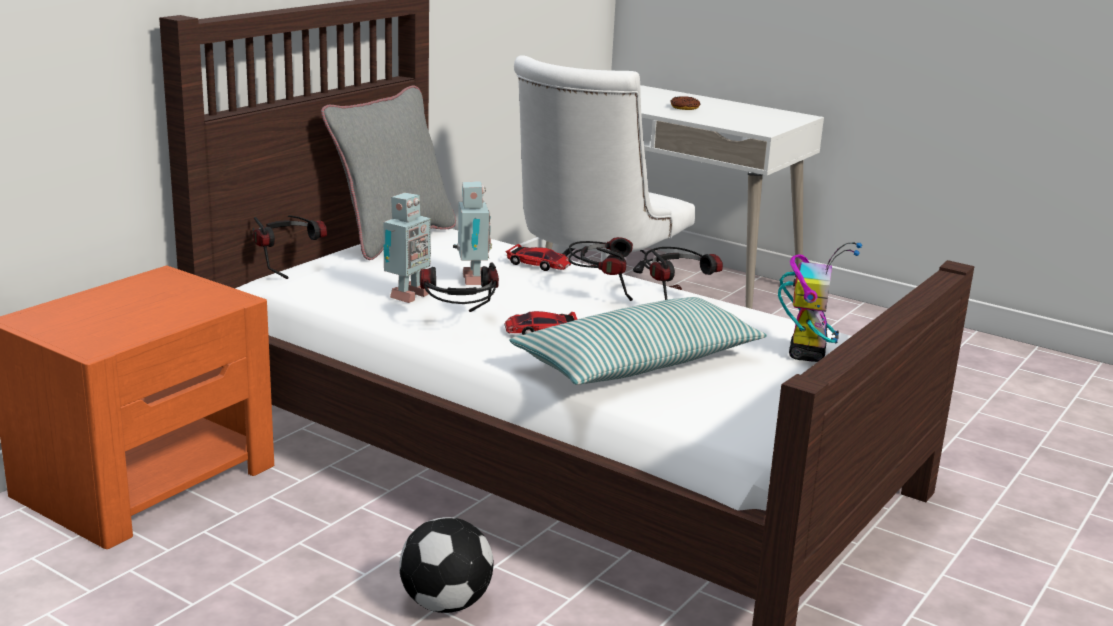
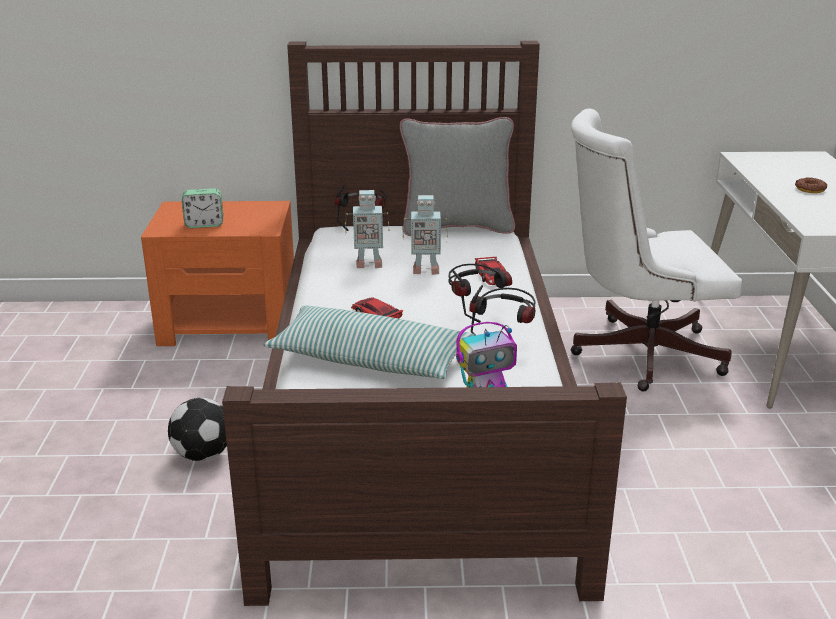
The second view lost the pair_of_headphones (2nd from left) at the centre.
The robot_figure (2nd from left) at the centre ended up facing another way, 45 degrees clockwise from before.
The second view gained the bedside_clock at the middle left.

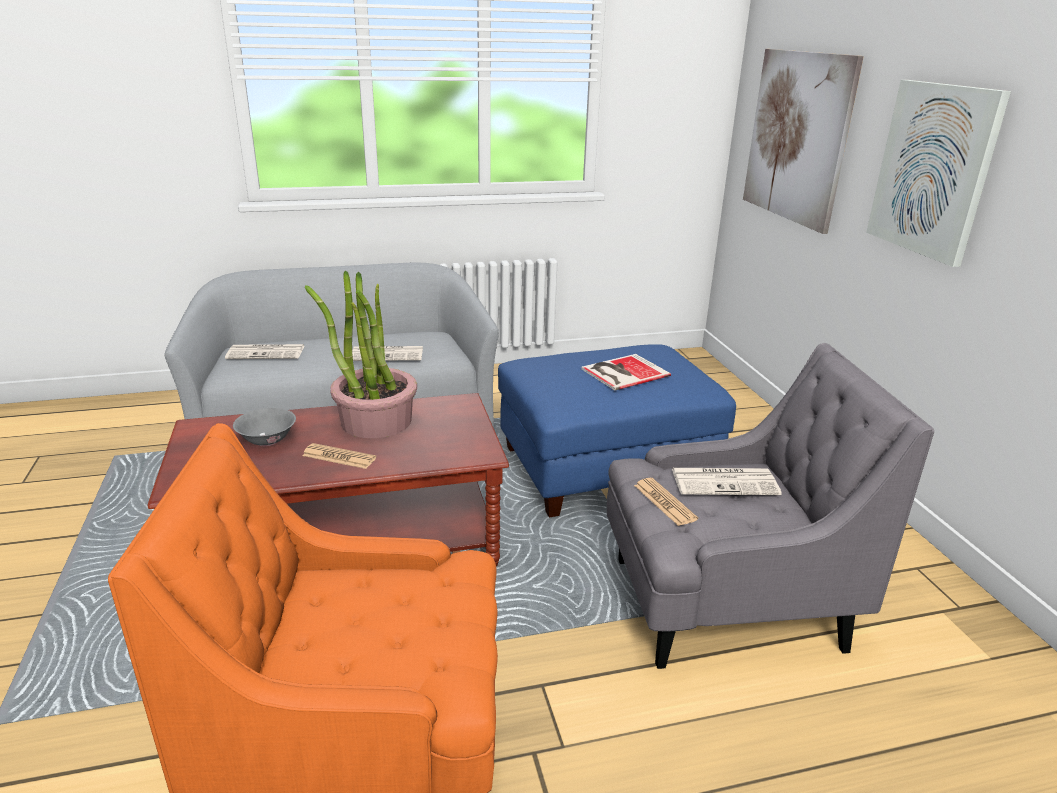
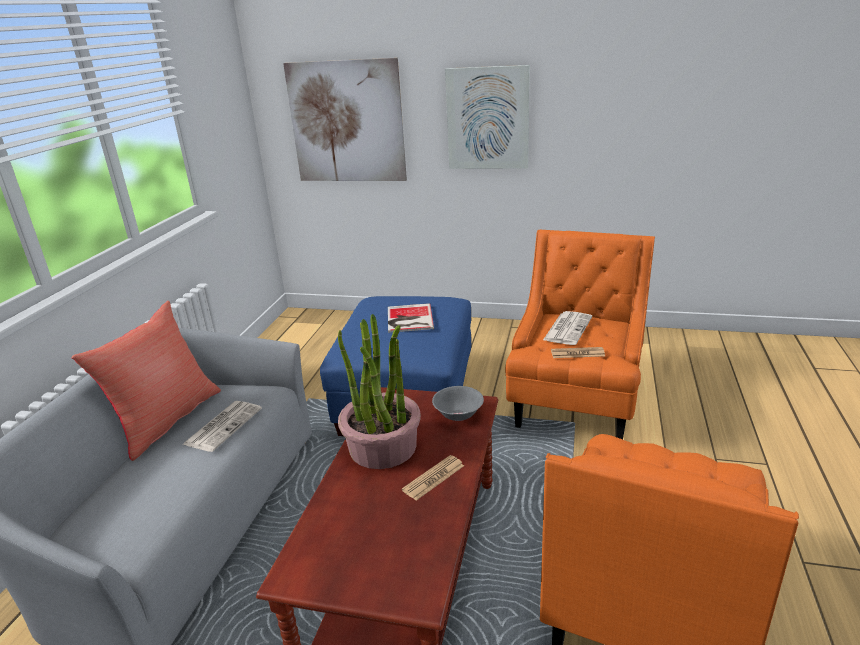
The second view lost the daily_paper (1st from left) at the middle left.
The grey_deep_dish ended up elsewhere, having gone from the middle left to the centre.
What was the grey_armchair at the middle right turned into the orangey_armchair (1st from left) at the middle right.
The second view gained the red_throw_pillow at the middle left.

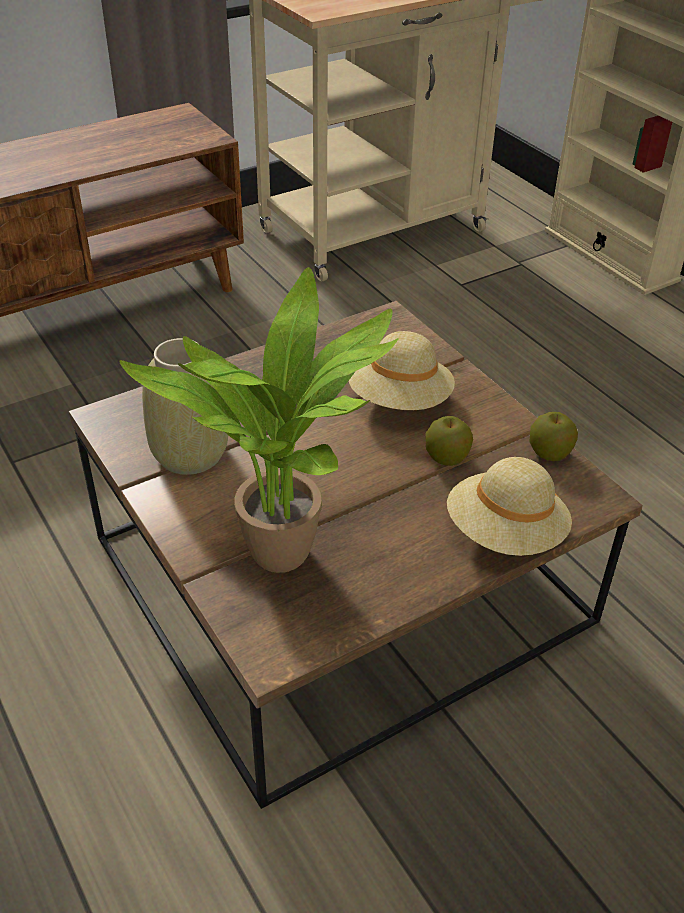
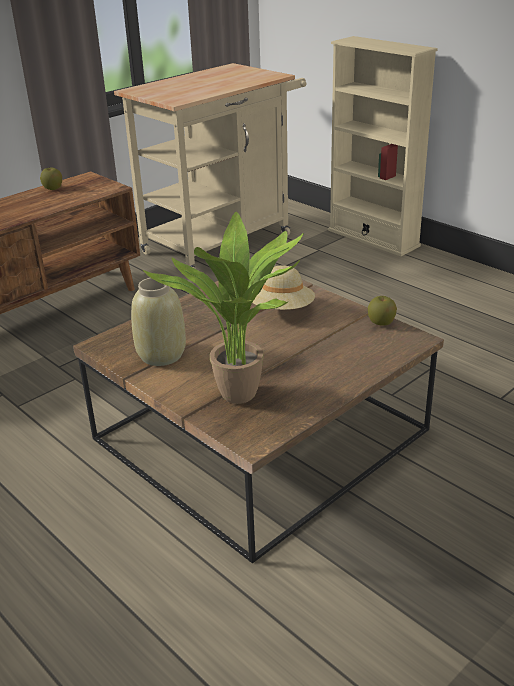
The apple (1st from left) ended up elsewhere, having gone from the centre to the top left.
The second view lost the sand-coloured_hat (2nd from left) at the middle right.

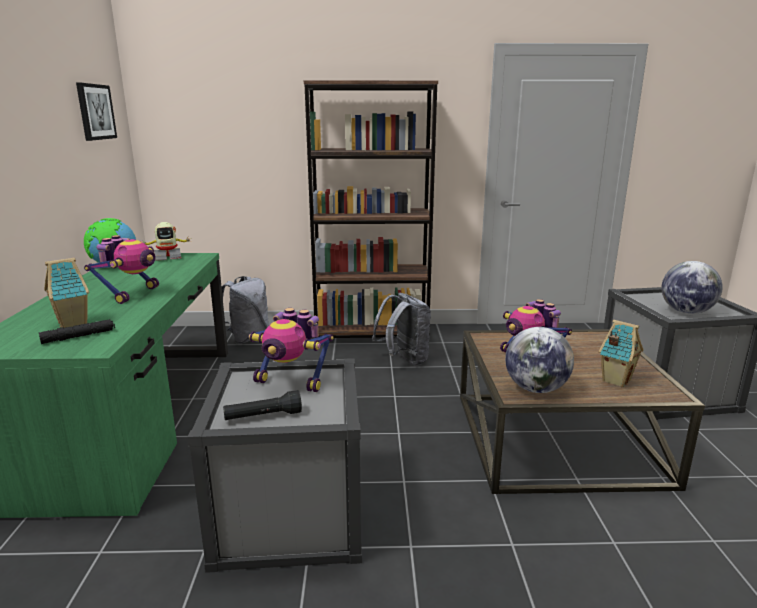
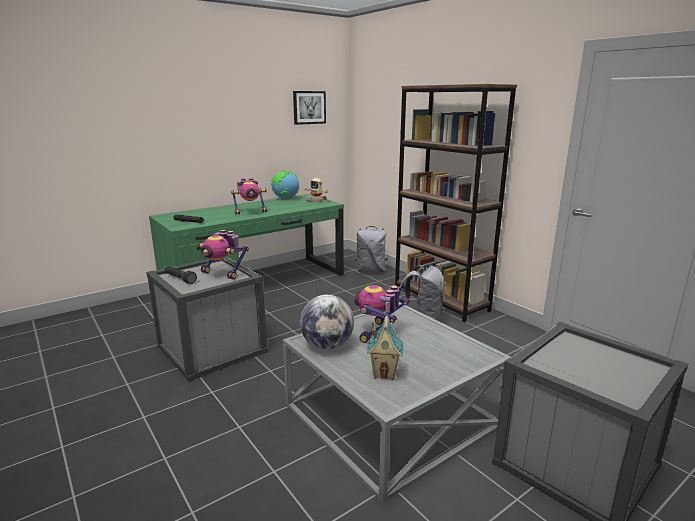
The second view lost the toy_house (1st from left) at the middle left.
The robot_figure (3rd from left in the first image) at the centre ended up facing another way, 45 degrees counterclockwise from before.
What was the brown-coloured_lounge_table at the bottom right turned into the grey_lounge_table at the bottom centre.
The second view lost the globe (3rd from left) at the middle right.

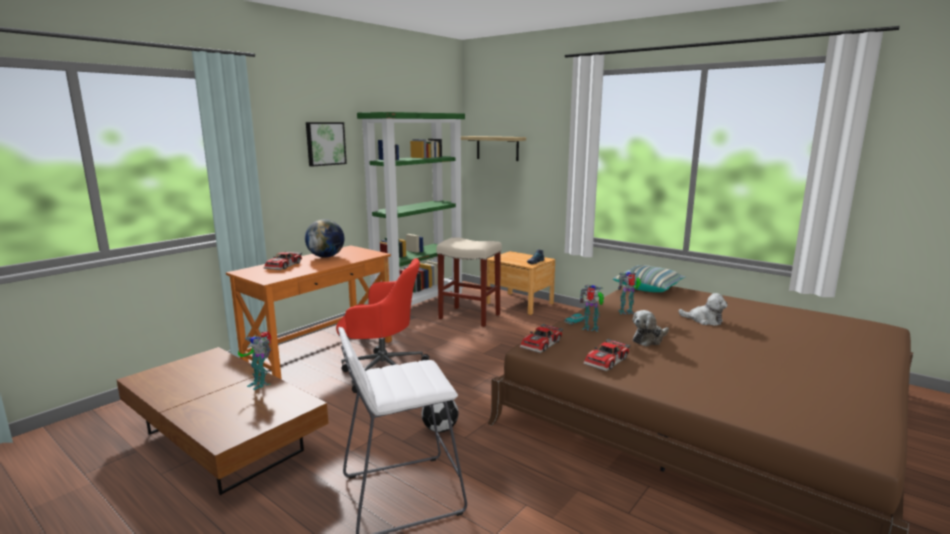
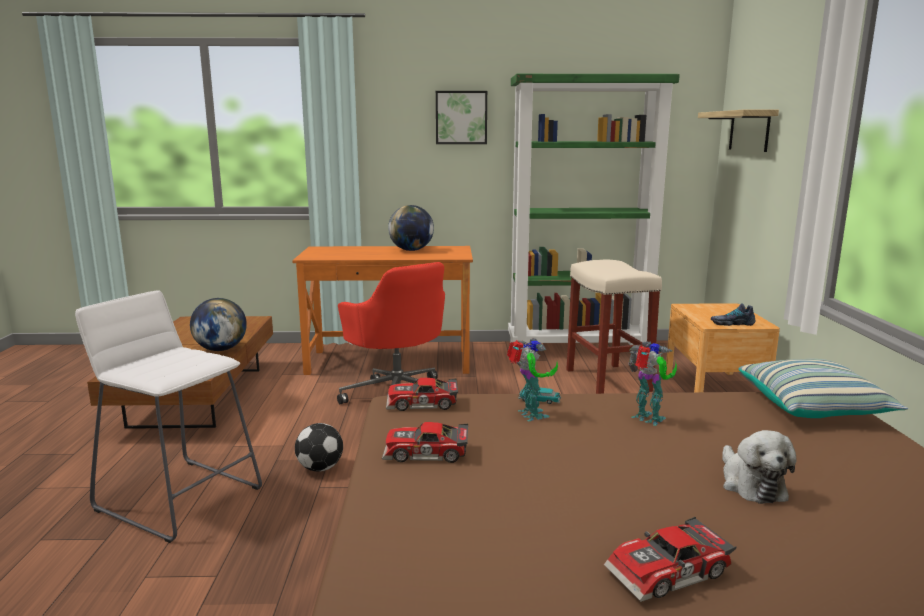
Where the robot_figure (1st from left) stood at the bottom left, the globe (1st from left) came to stand at the middle left.
The model_car (1st from left in the first image) ended up elsewhere, having gone from the middle left to the bottom right.
The second view lost the cuddly_toy (1st from left) at the middle right.

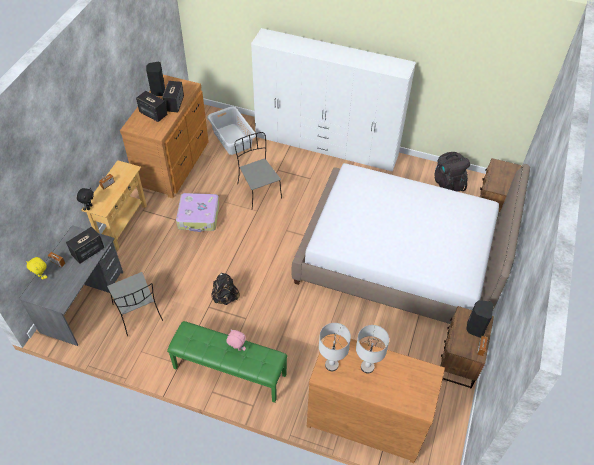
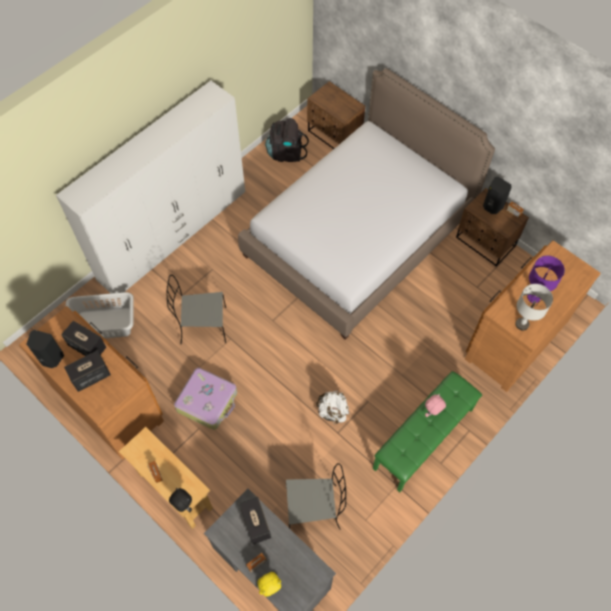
What was the black-coloured_rucksack (1st from left) at the centre turned into the whitish_rucksack at the centre.
What was the grey_tabletop_lamp (2nd from left) at the bottom centre turned into the purplish_tabletop_lamp at the middle right.

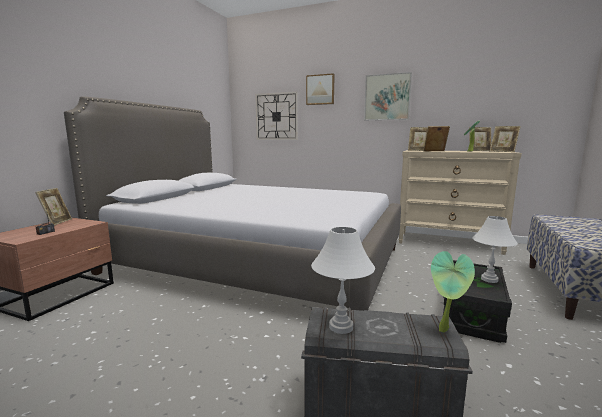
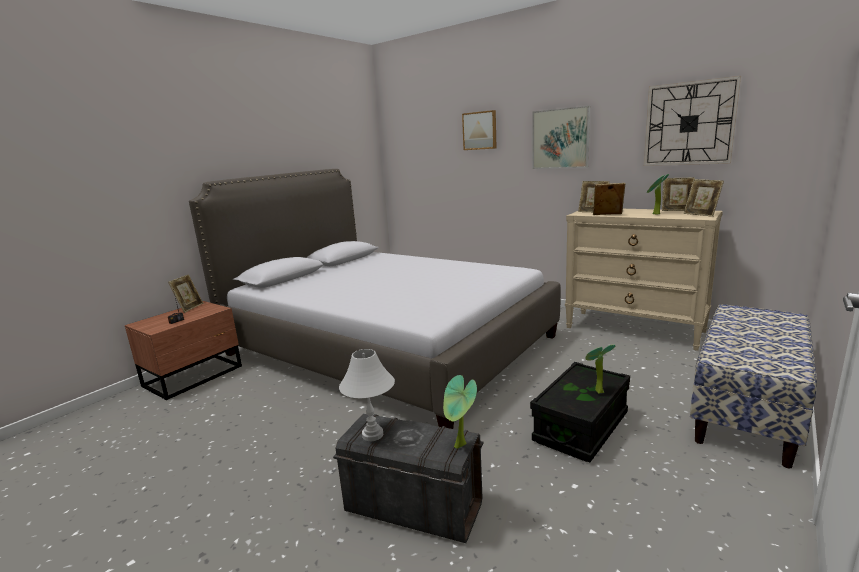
The clock_on_the_wall ended up elsewhere, having gone from the top centre to the top right.
Where the whitish_tabletop_lamp (2nd from left) stood at the middle right, the plant_in_a_pot (2nd from left) came to stand at the middle right.

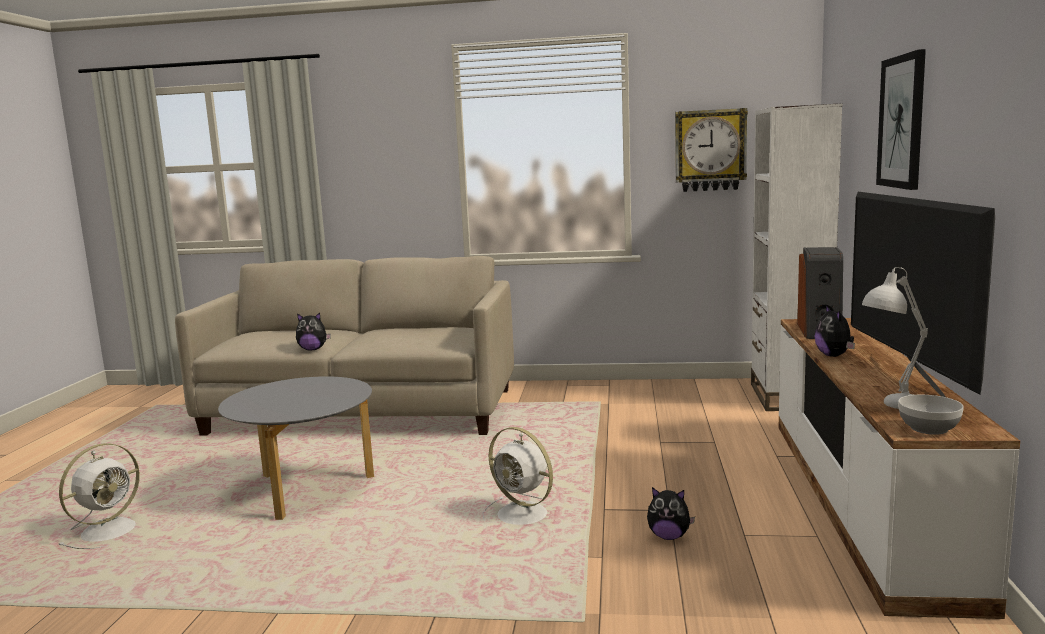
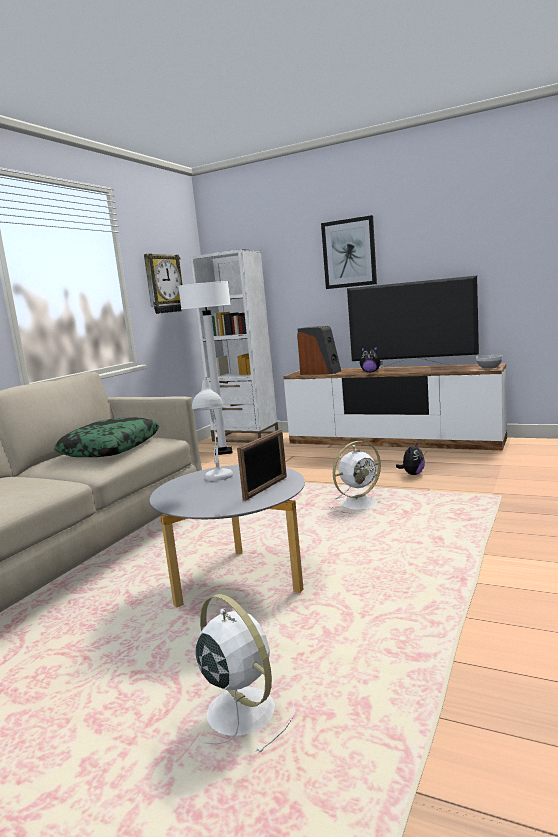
The second view lost the cuddly_toy (1st from left) at the middle left.
The whitish_tabletop_lamp ended up elsewhere, having gone from the middle right to the centre.
The second view gained the throw_pillow at the middle left.
The second view gained the whitish_standing_lamp at the centre.
The second view gained the picture_frame at the centre.

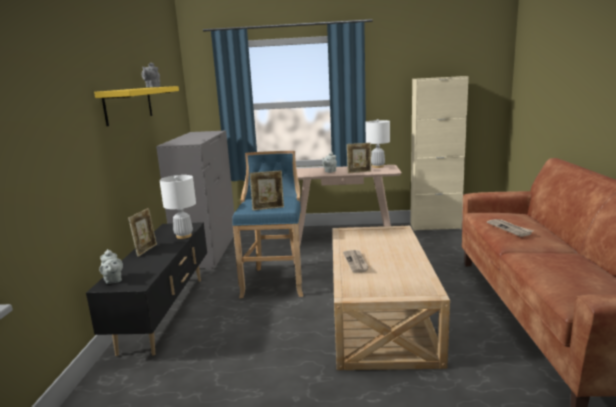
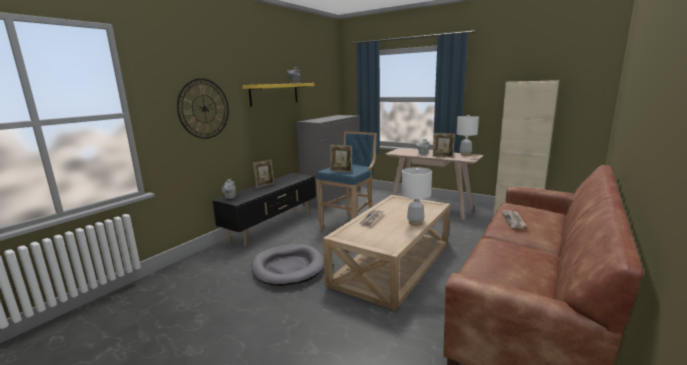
The whitish_tabletop_lamp (1st from left) ended up elsewhere, having gone from the middle left to the centre.
The second view gained the clock_on_the_wall at the top left.
The second view gained the grey_dog_bed at the bottom centre.

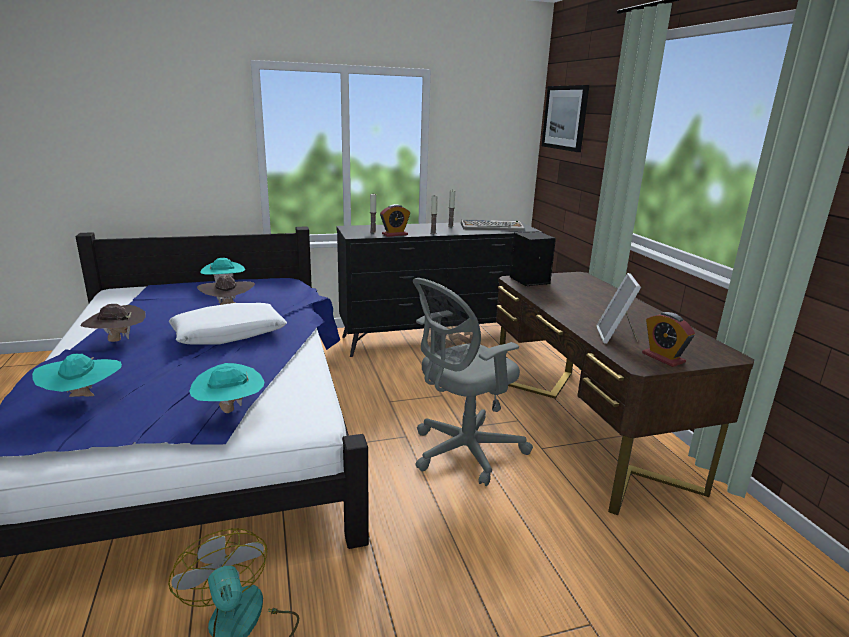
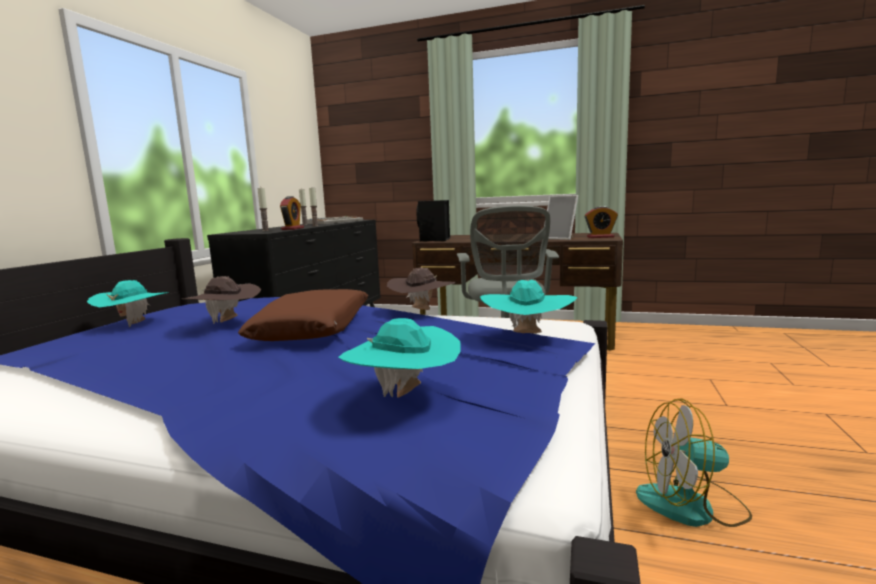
The brown-coloured_hat (1st from left in the first image) ended up elsewhere, having gone from the middle left to the centre.
What was the whitish_throw_pillow at the middle left turned into the brown-coloured_throw_pillow at the centre.
The second view lost the wall_picture at the top centre.

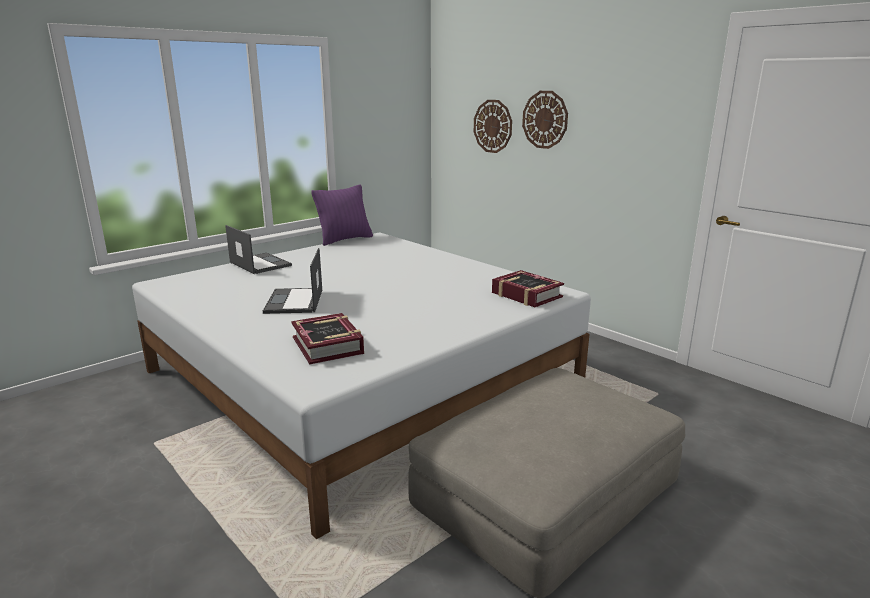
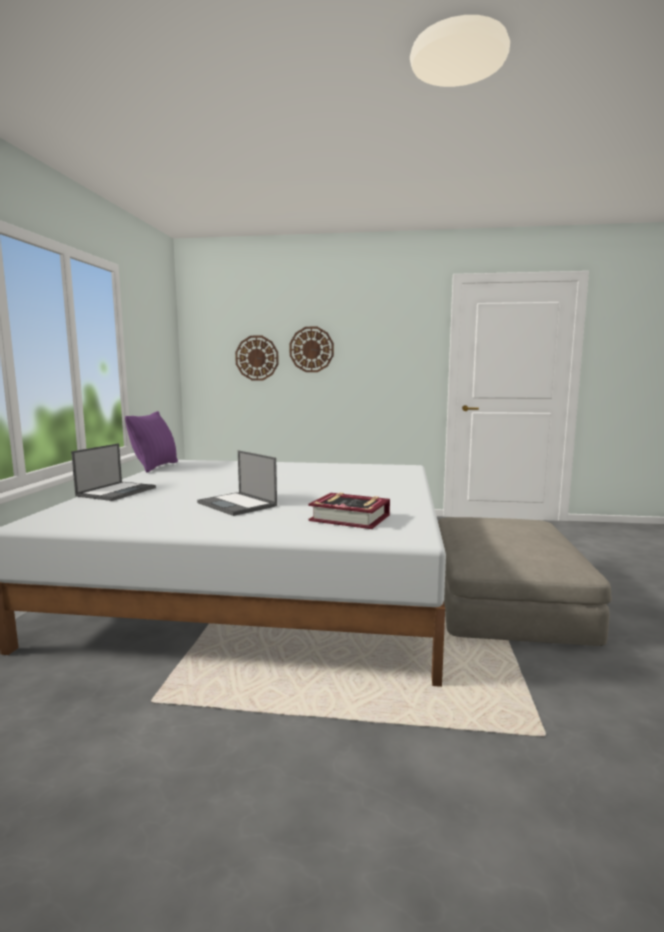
The notebook_computer (1st from left) at the middle left ended up facing another way, 105 degrees clockwise from before.
The second view lost the volume (2nd from left) at the centre.

